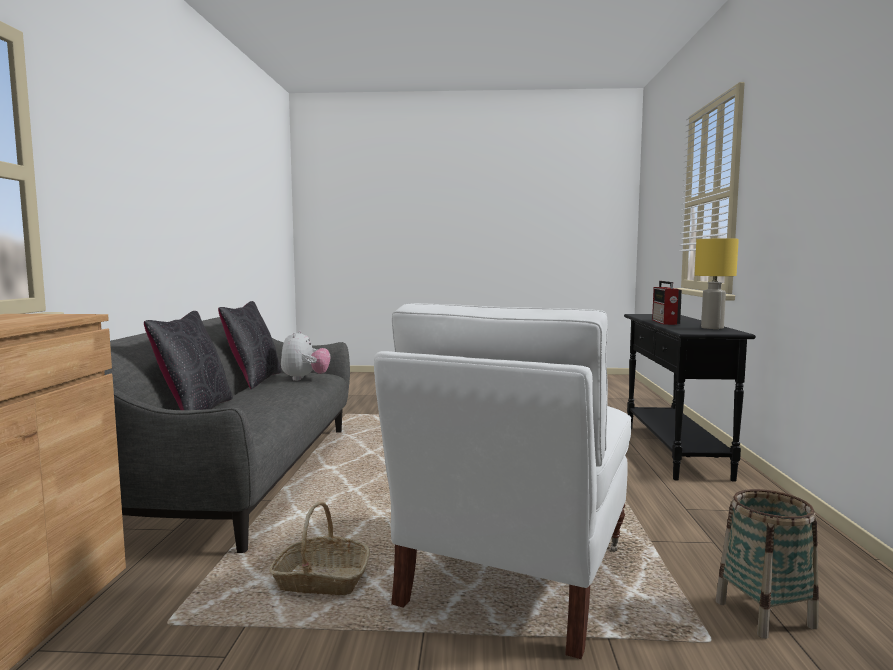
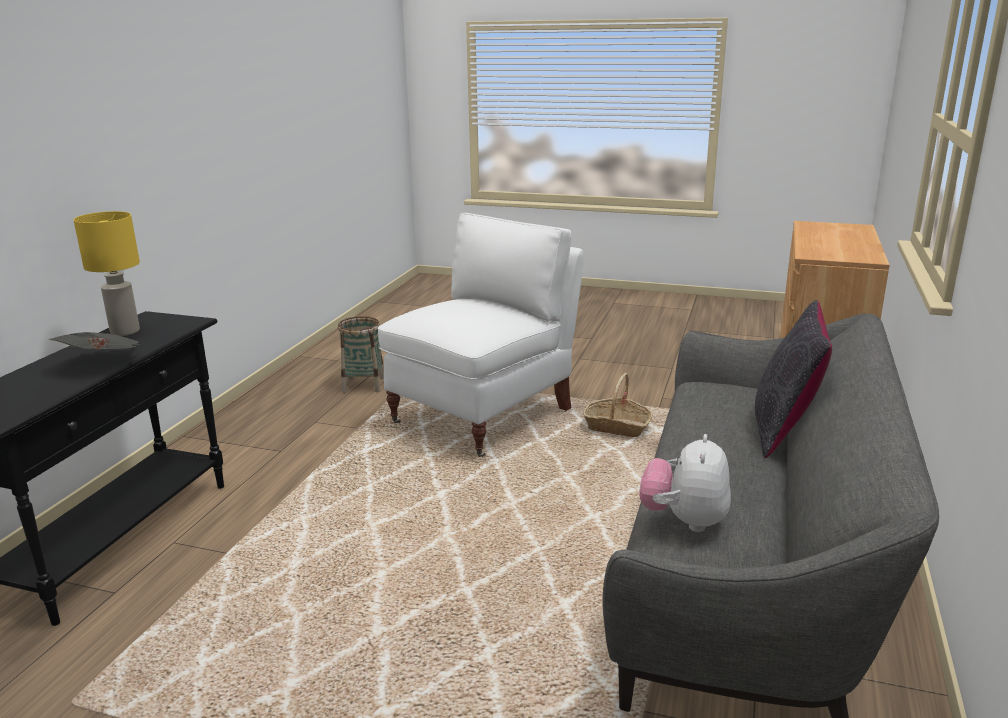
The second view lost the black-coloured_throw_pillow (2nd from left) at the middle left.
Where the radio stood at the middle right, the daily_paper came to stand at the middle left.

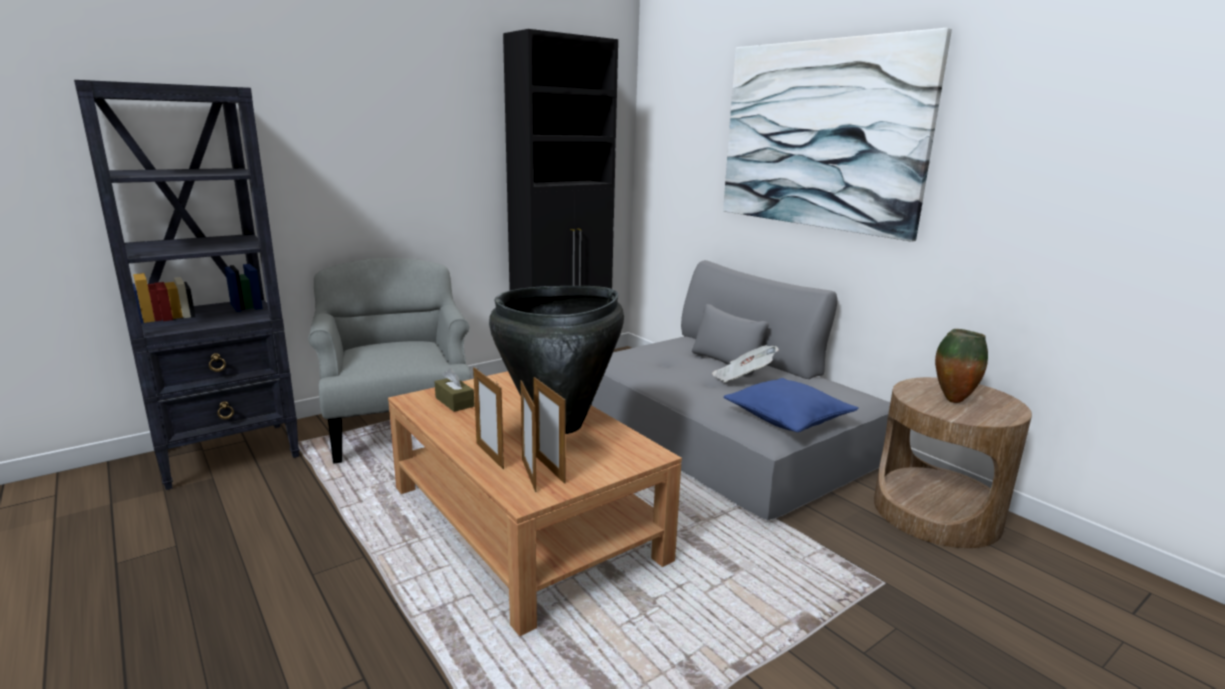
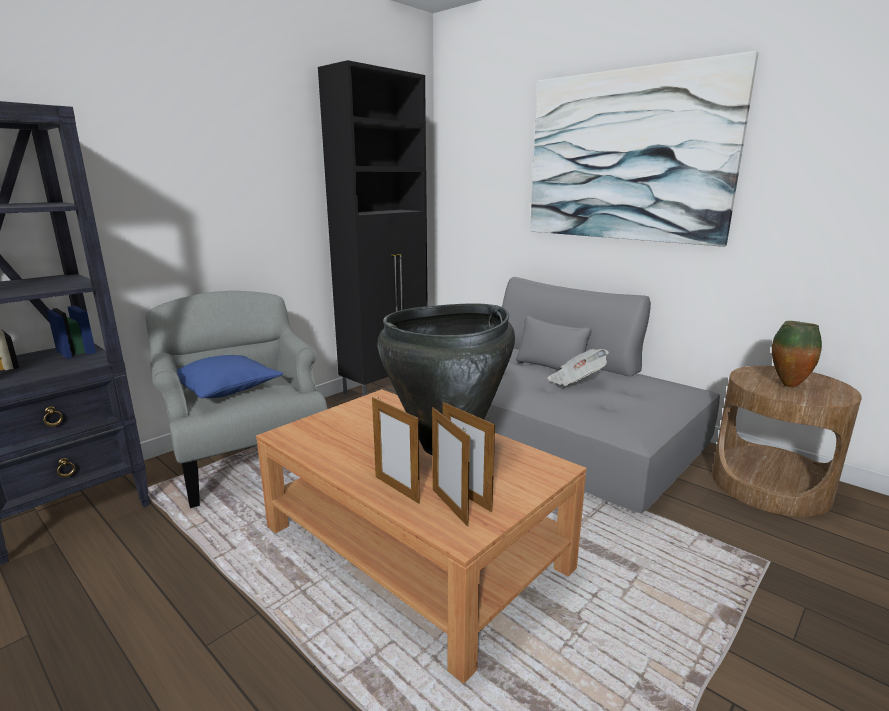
The second view lost the brown-coloured_tissue_box at the centre.
The blue-coloured_throw_pillow ended up elsewhere, having gone from the centre to the middle left.

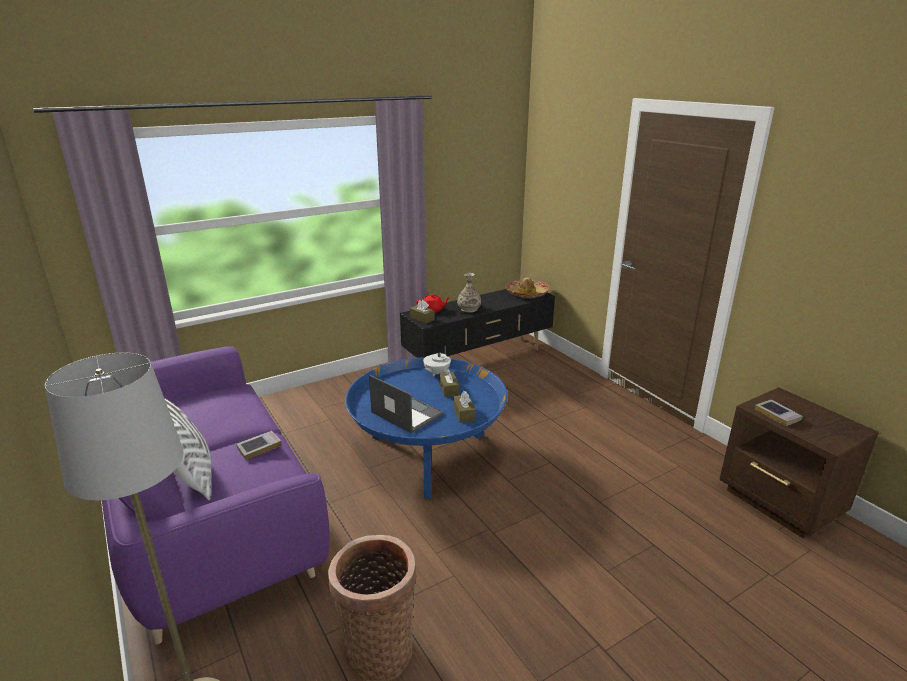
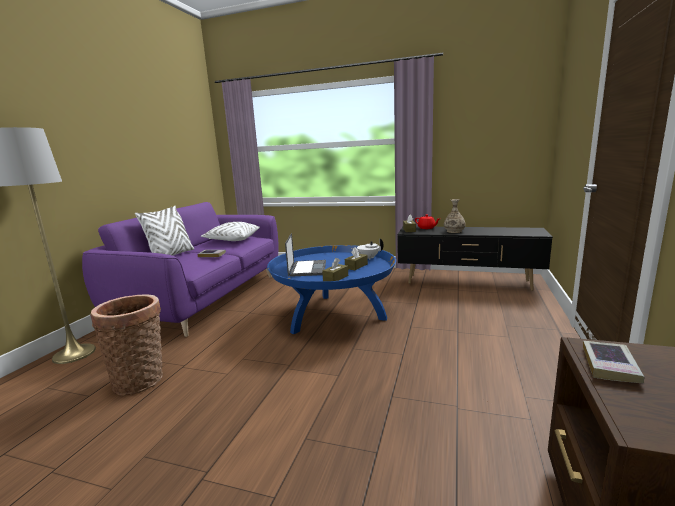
The second view lost the hat at the centre.
The second view gained the whitish_throw_pillow (2nd from left) at the centre.

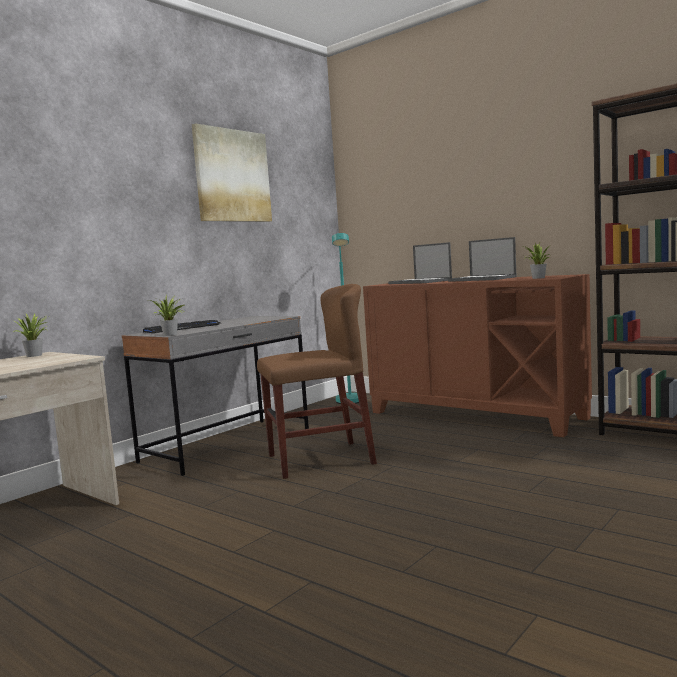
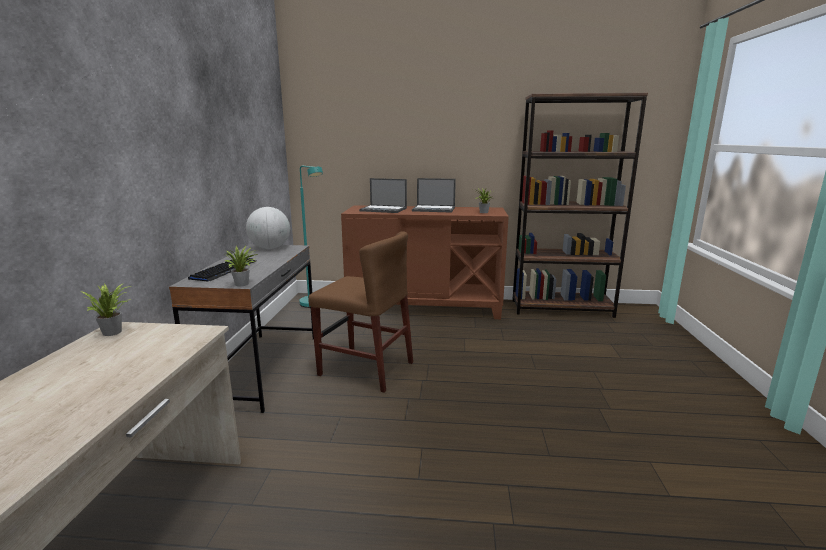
The second view lost the wall_picture at the top centre.
The brown-coloured_plain_chair at the centre ended up facing another way, 75 degrees clockwise from before.
The second view gained the globe at the middle left.

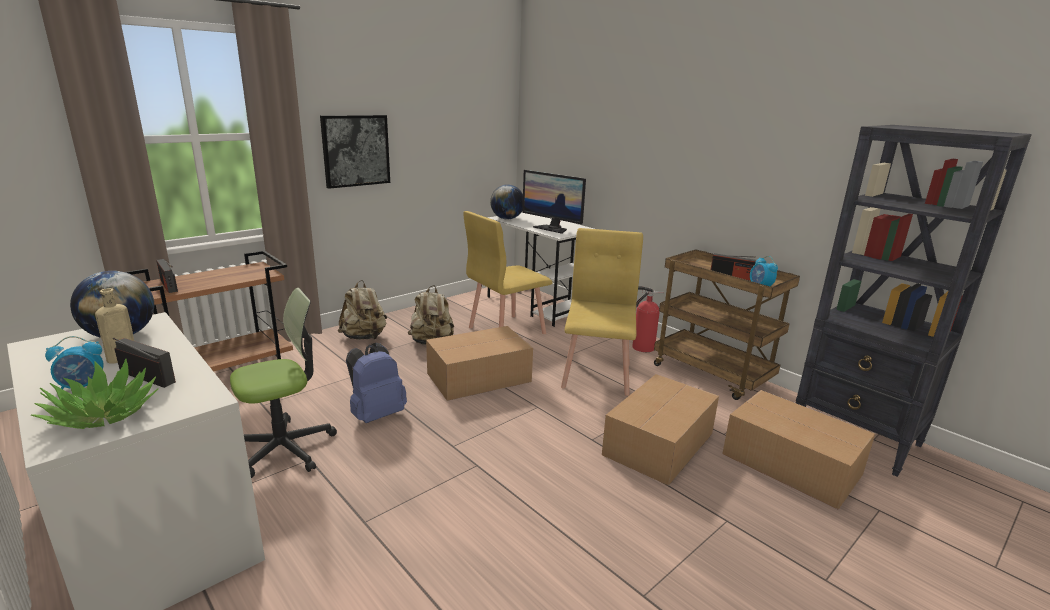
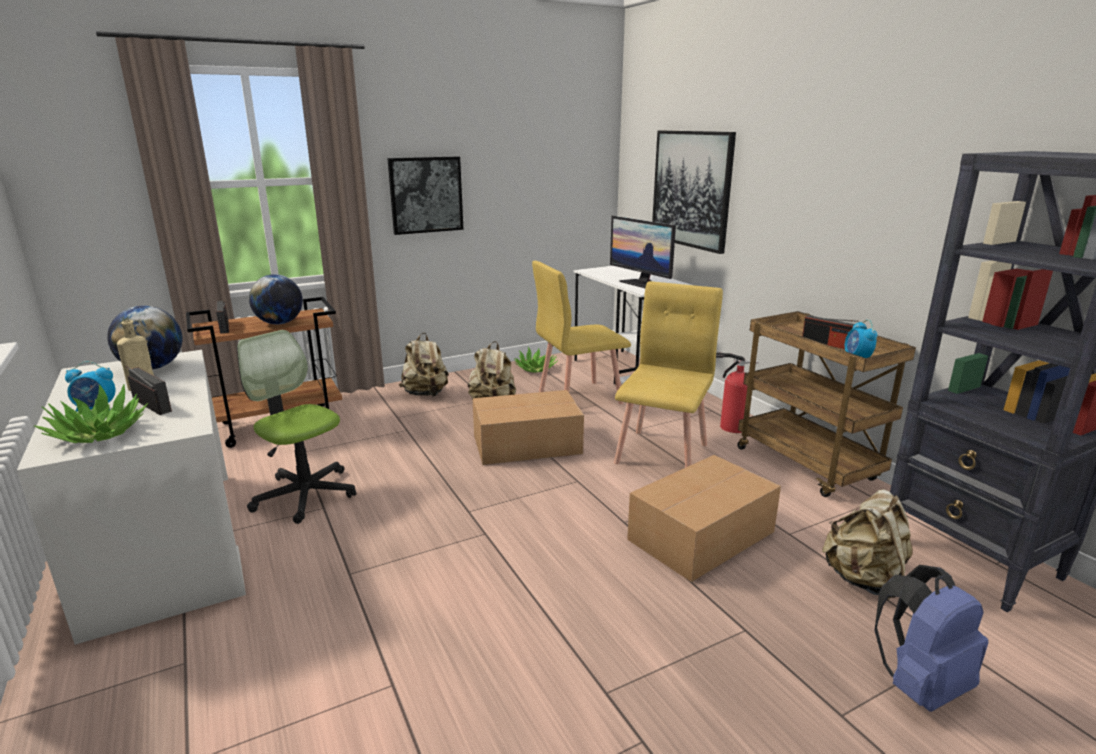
The desk_chair at the middle left ended up facing another way, 120 degrees counterclockwise from before.
The blue-coloured_rucksack ended up elsewhere, having gone from the centre to the bottom right.
The globe (2nd from left) ended up elsewhere, having gone from the top centre to the middle left.
Where the cardboard_box (3rd from left) stood at the bottom right, the sand-coloured_rucksack (3rd from left) came to stand at the bottom right.
The second view gained the plant_in_a_pot (2nd from left) at the centre.
The second view gained the wall_picture (2nd from left) at the top centre.

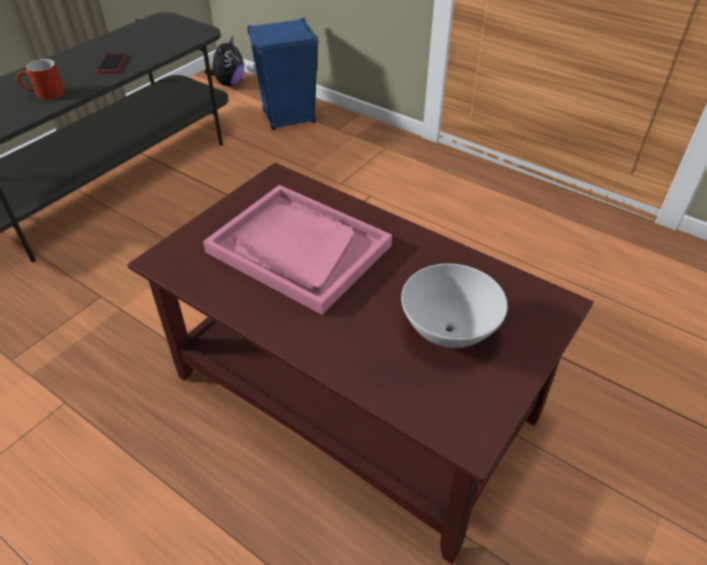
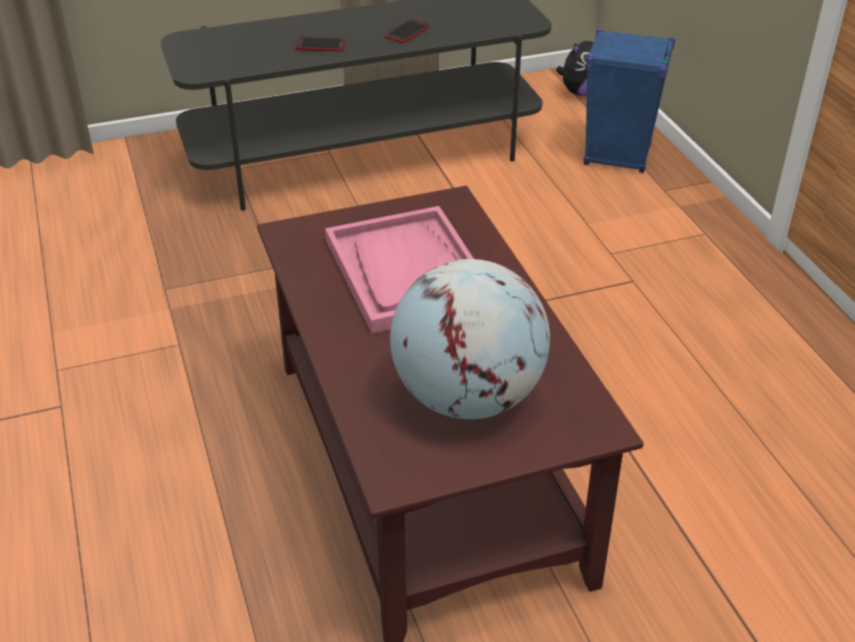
Where the red_tea_mug stood at the top left, the telephone (1st from left) came to stand at the top centre.
Where the whitish_deep_dish stood at the centre, the globe came to stand at the centre.

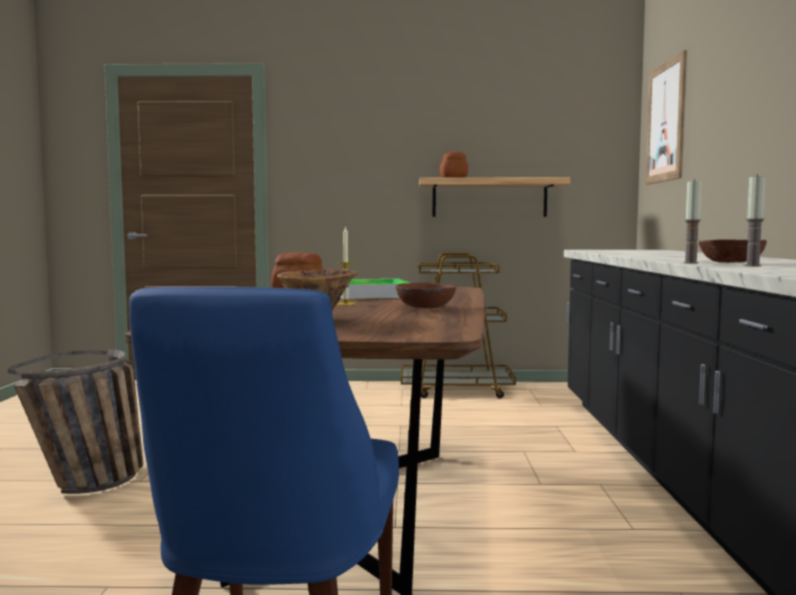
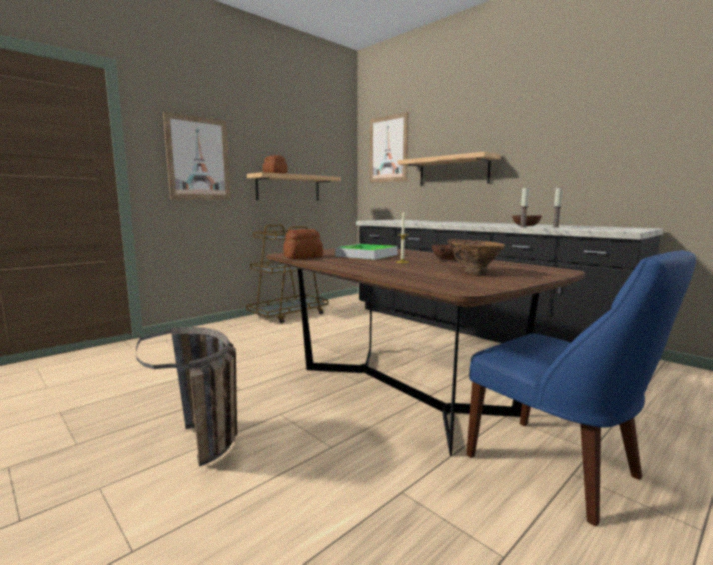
The second view gained the wall_picture (1st from left) at the top left.
The second view gained the wall_shelf (2nd from left) at the top centre.

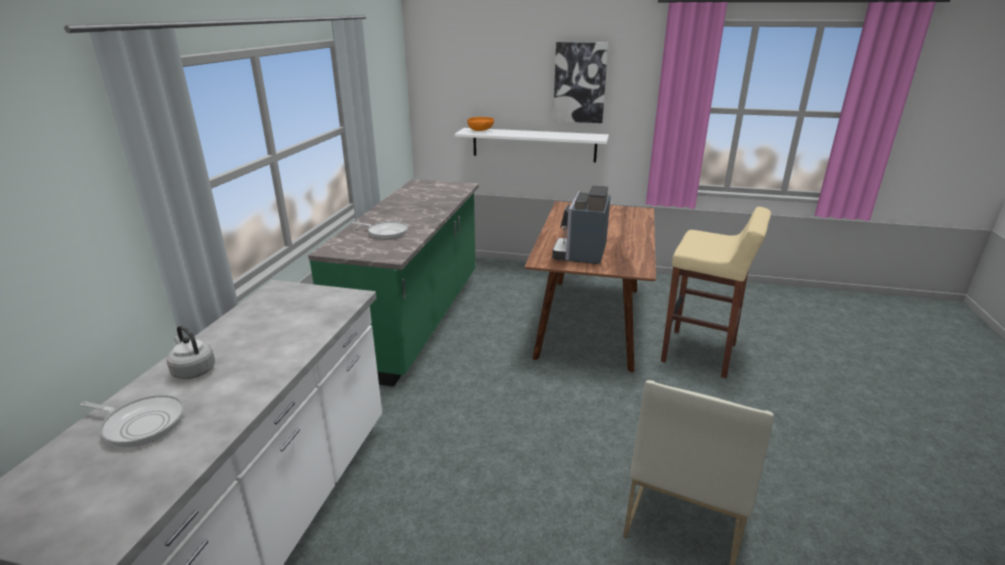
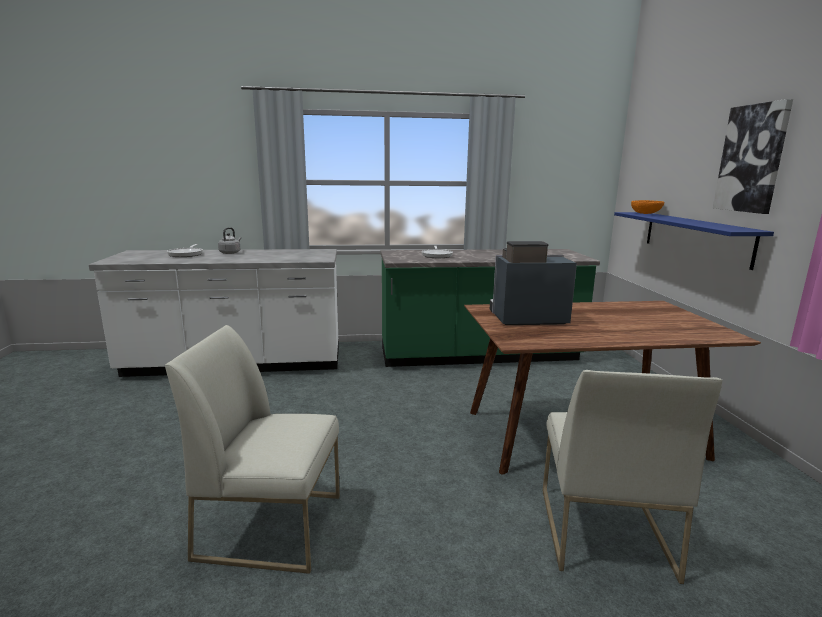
What was the whitish_wall_shelf at the top centre turned into the blue-coloured_wall_shelf at the middle right.
Where the sand-coloured_sitting_stool stood at the middle right, the whitish_plain_chair (2nd from left) came to stand at the bottom right.

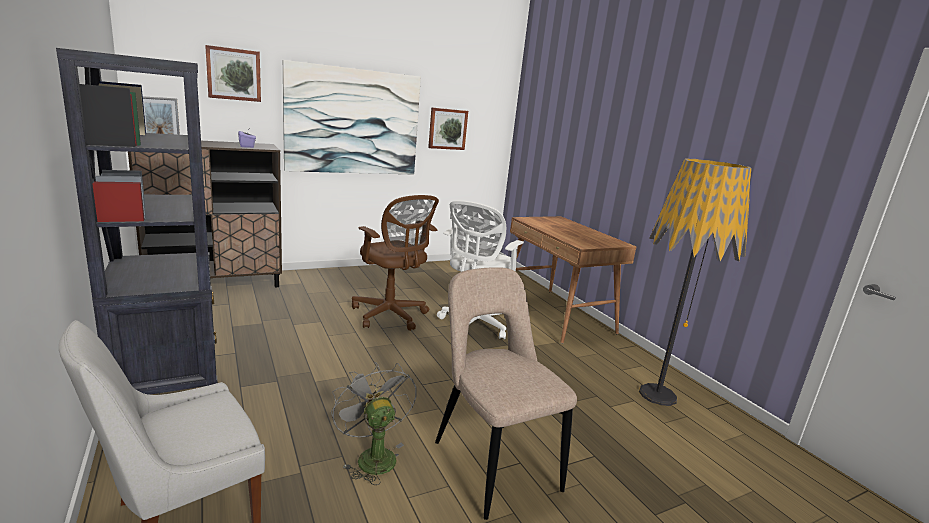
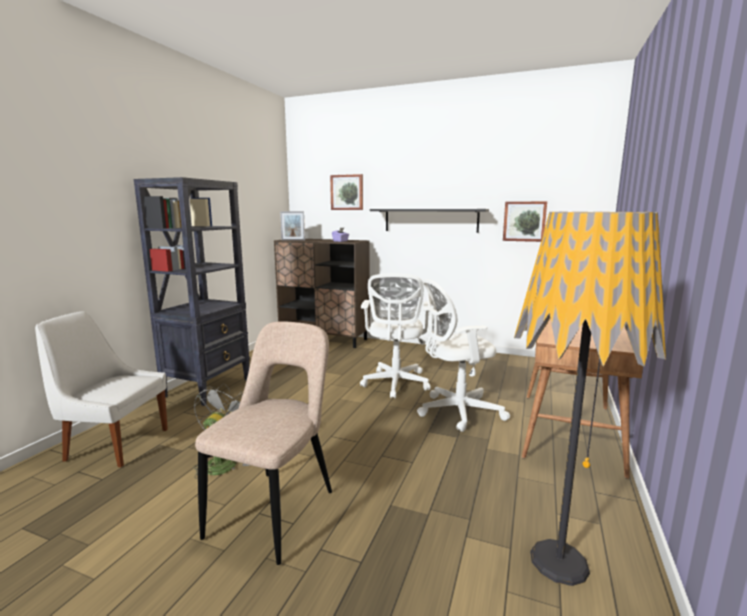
Where the wall_picture (2nd from left) hung at the top centre, the black-coloured_wall_shelf came to hang at the centre.
What was the brown-coloured_desk_chair at the centre turned into the whitish_desk_chair (1st from left) at the centre.

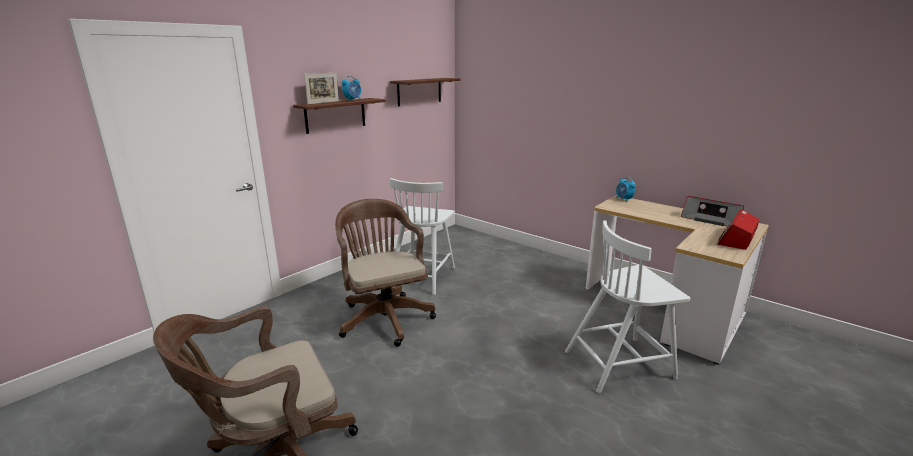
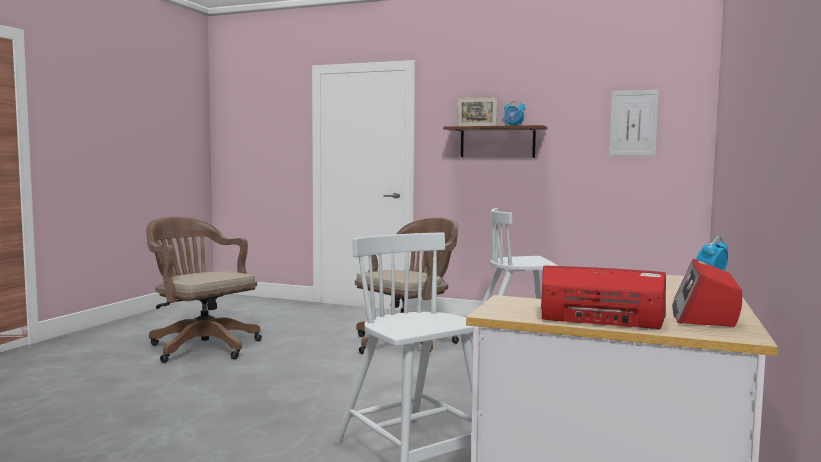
Where the brown-coloured_wall_shelf (2nd from left) hung at the top centre, the wall_picture came to hang at the top right.

